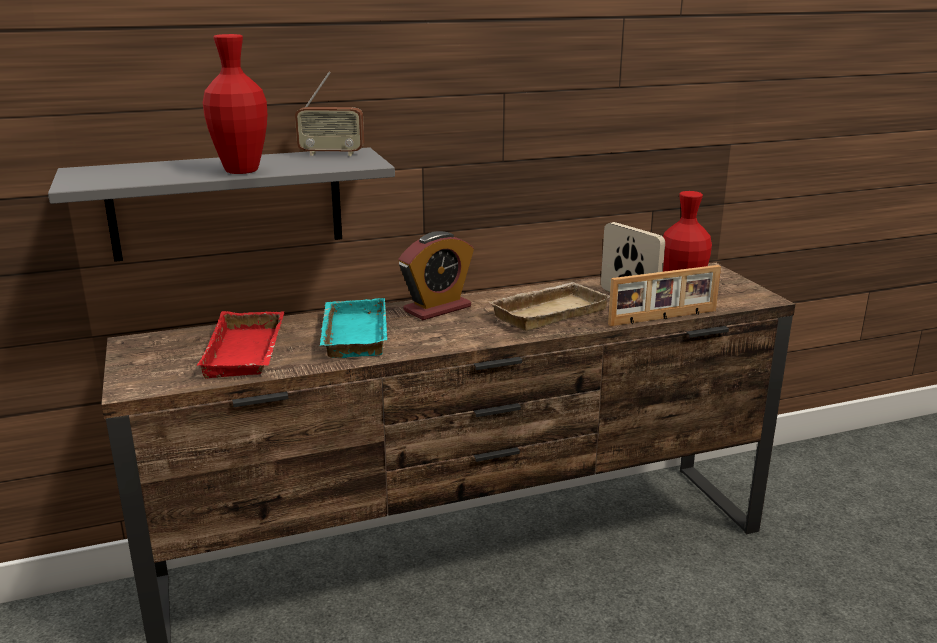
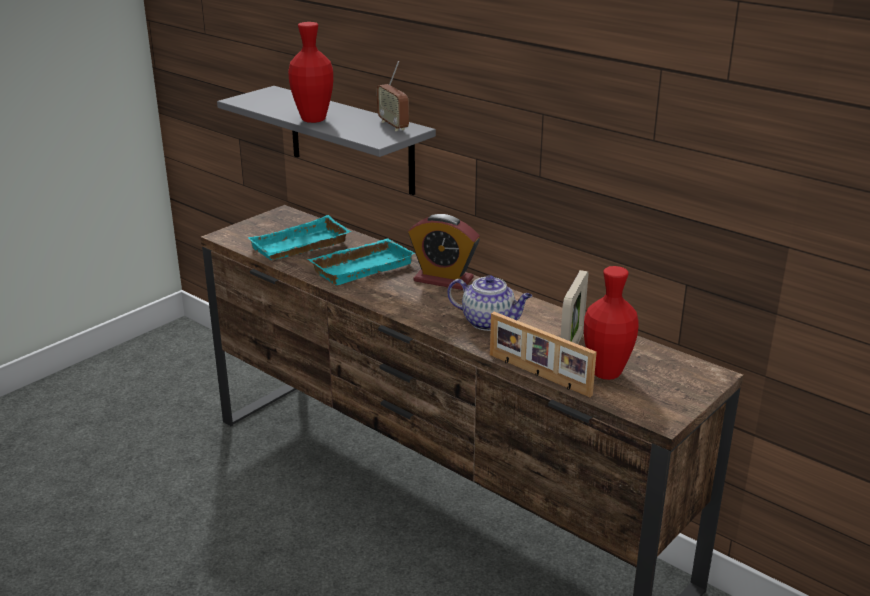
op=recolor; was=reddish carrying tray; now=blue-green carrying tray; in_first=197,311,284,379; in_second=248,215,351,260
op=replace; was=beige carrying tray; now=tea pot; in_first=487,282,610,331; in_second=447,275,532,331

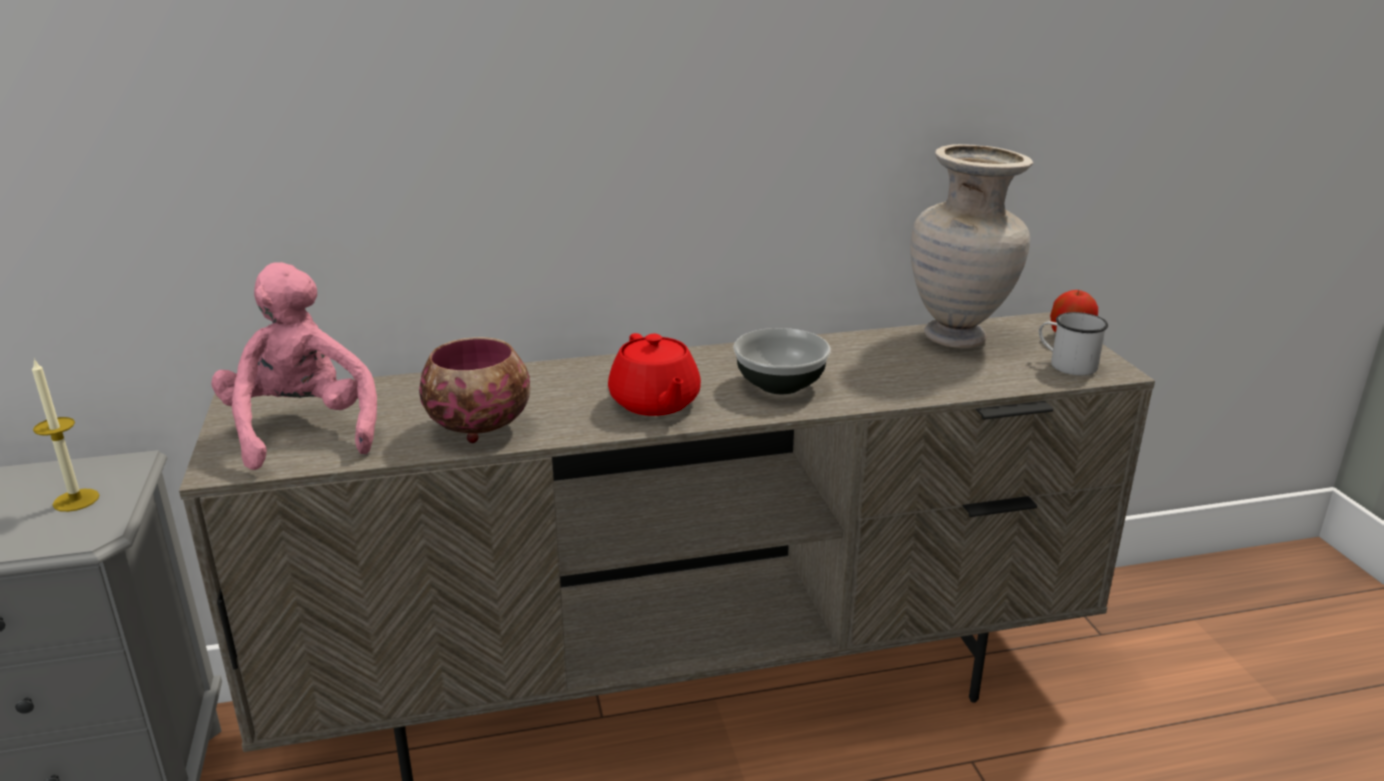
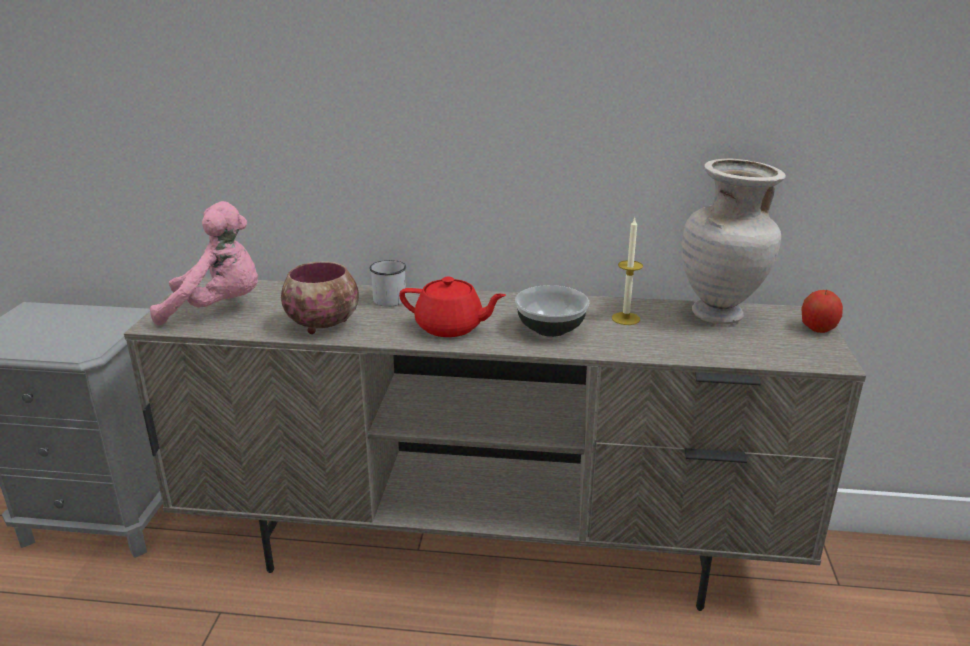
op=rotate; was=pink-coloured cuddly toy; in_first=211,262,377,470; in_second=150,201,258,326; clockwise=90
op=move; was=whitish mug; in_first=1039,312,1108,376; in_second=369,260,406,307
op=rotate; was=reddish tea pot; in_first=608,333,701,416; in_second=399,277,506,337; clockwise=-75
op=move; was=wax candle; in_first=32,358,99,512; in_second=612,218,643,325

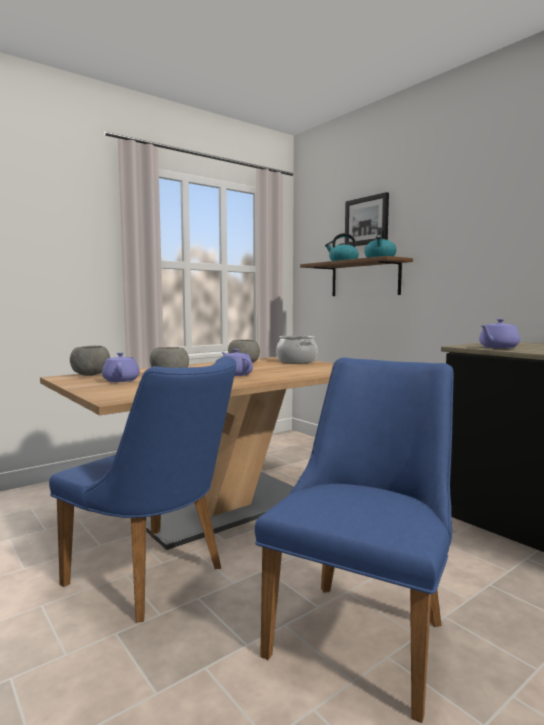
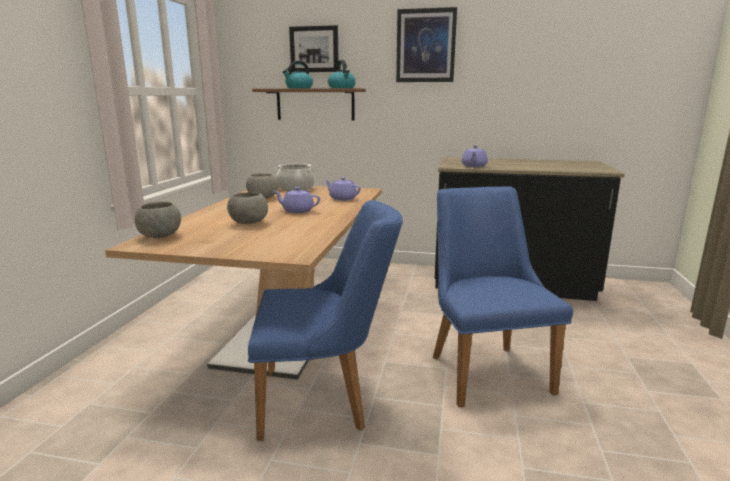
op=move; was=purple tea pot; in_first=102,352,140,382; in_second=325,177,361,201
op=insert; now=picture; in_second=396,7,457,82

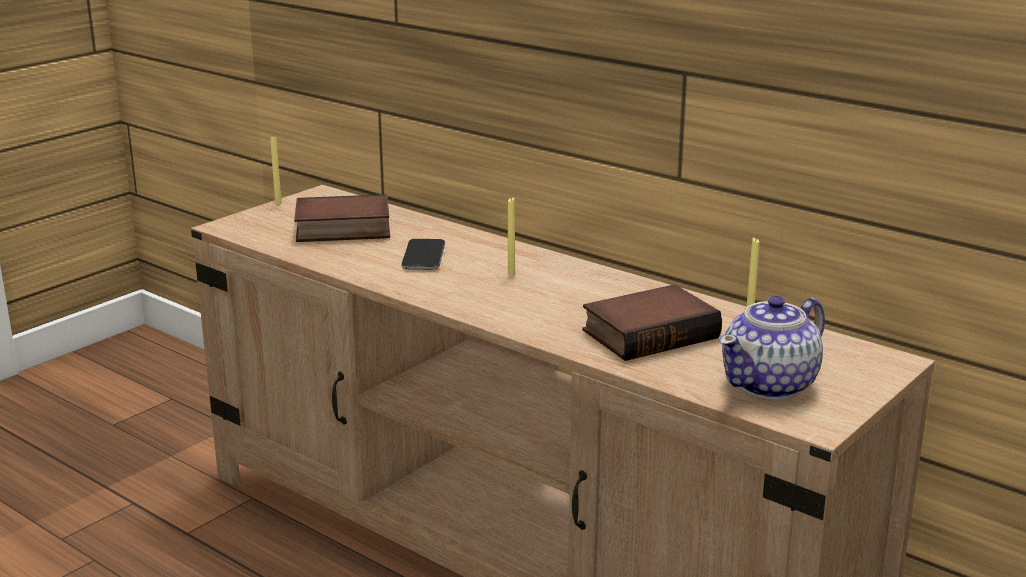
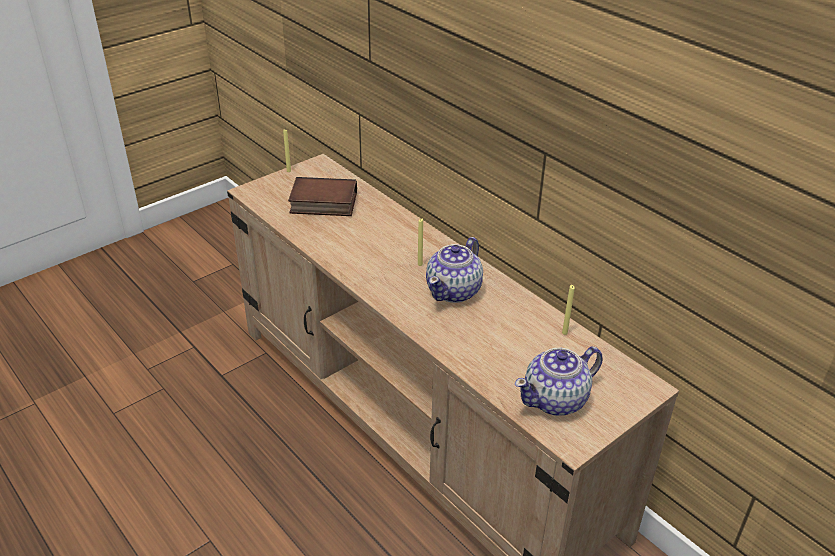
op=insert; now=tea pot; in_second=426,237,483,303
op=delete; was=telephone; in_first=402,239,445,269
op=delete; was=book; in_first=582,284,722,361

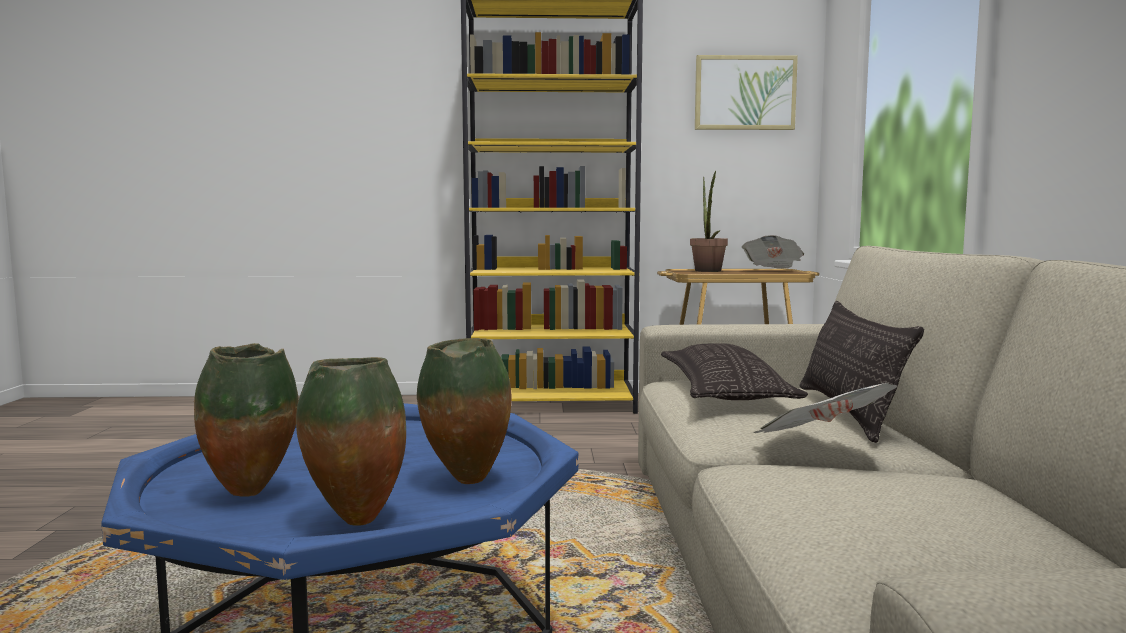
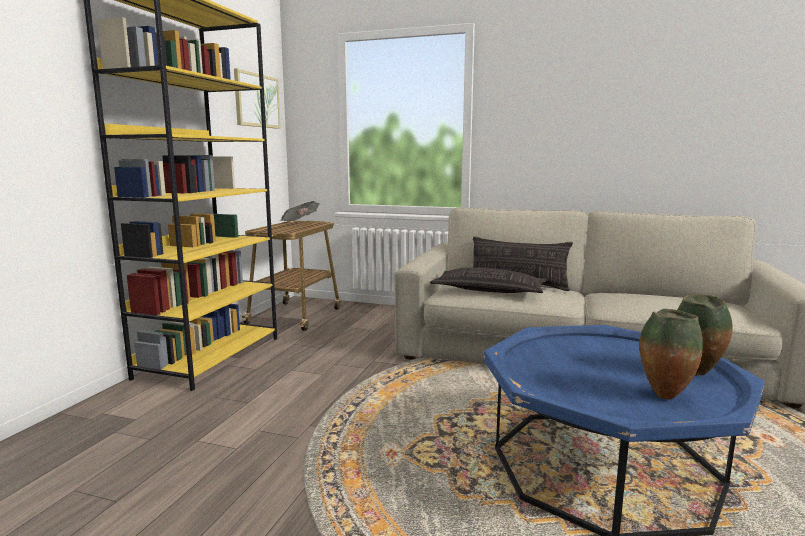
op=delete; was=vase; in_first=417,338,511,484
op=delete; was=houseplant; in_first=690,171,728,272
op=delete; was=daily paper; in_first=753,382,897,433

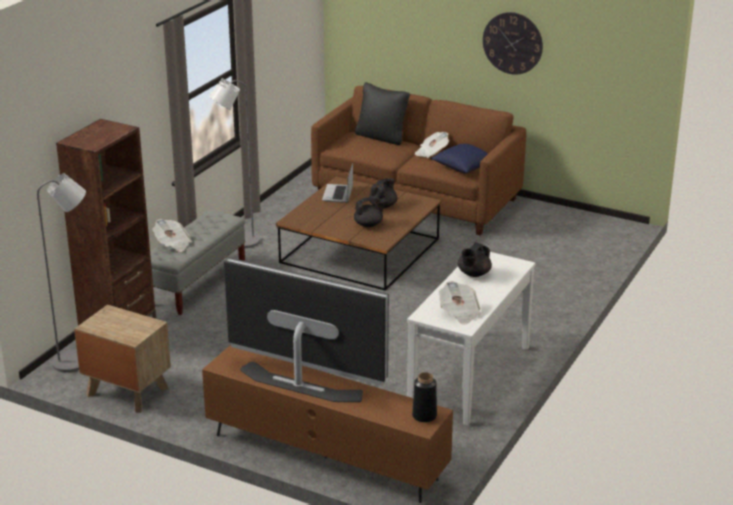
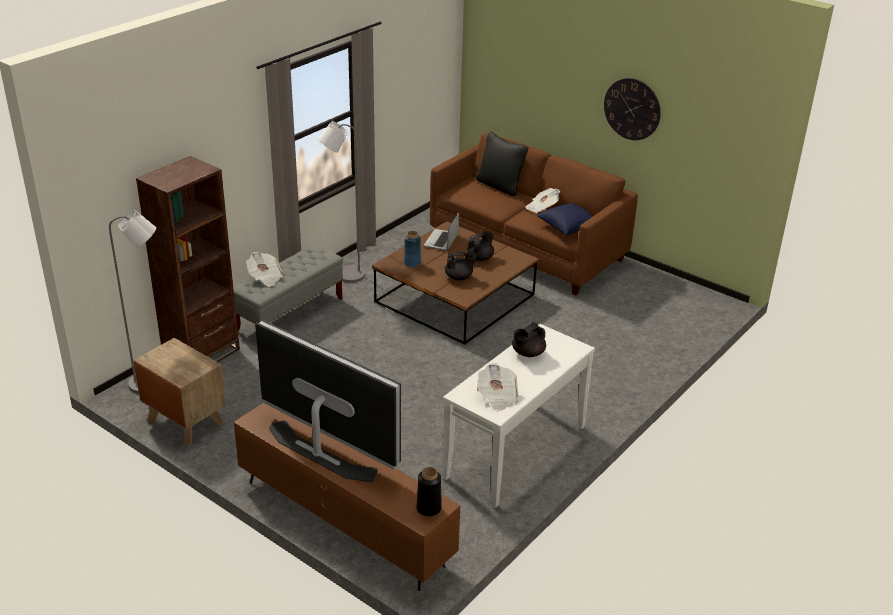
op=insert; now=blue vase; in_second=404,231,421,267

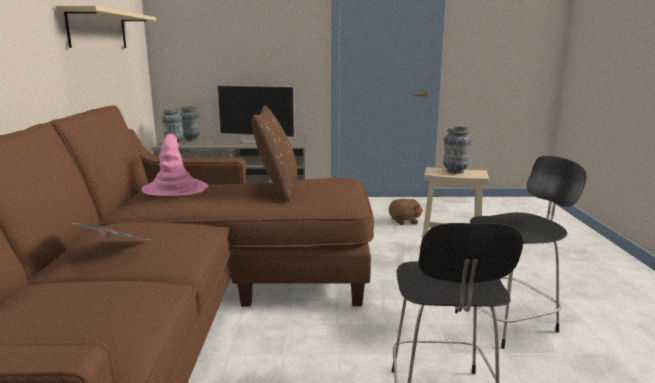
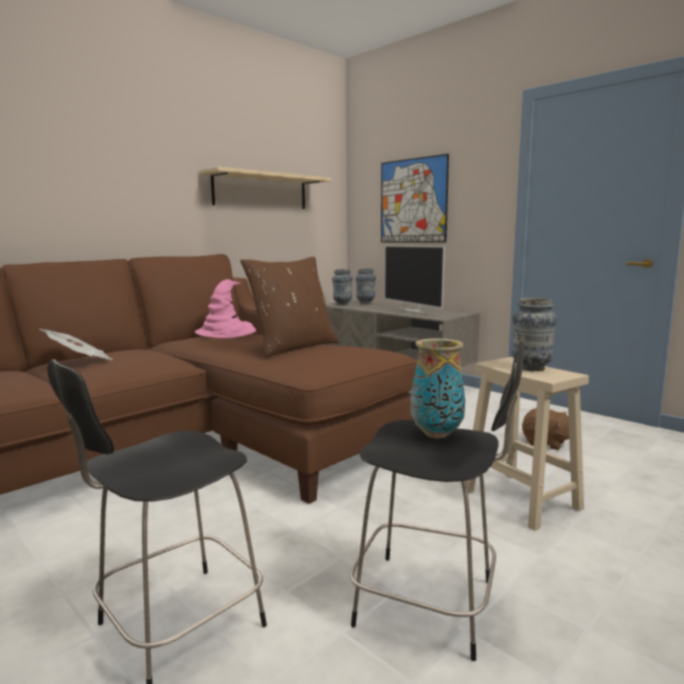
op=insert; now=picture; in_second=381,154,449,243
op=insert; now=vase; in_second=410,338,465,438

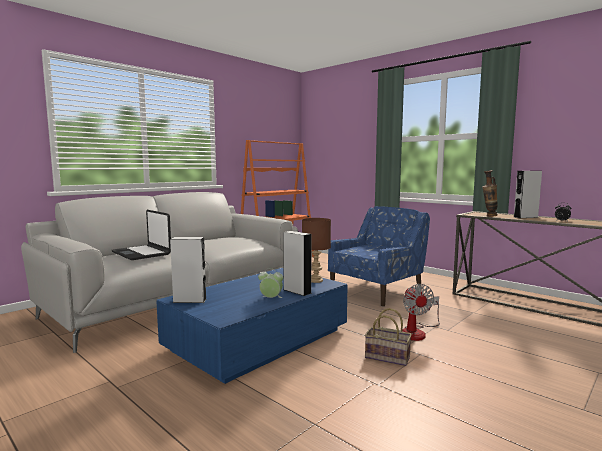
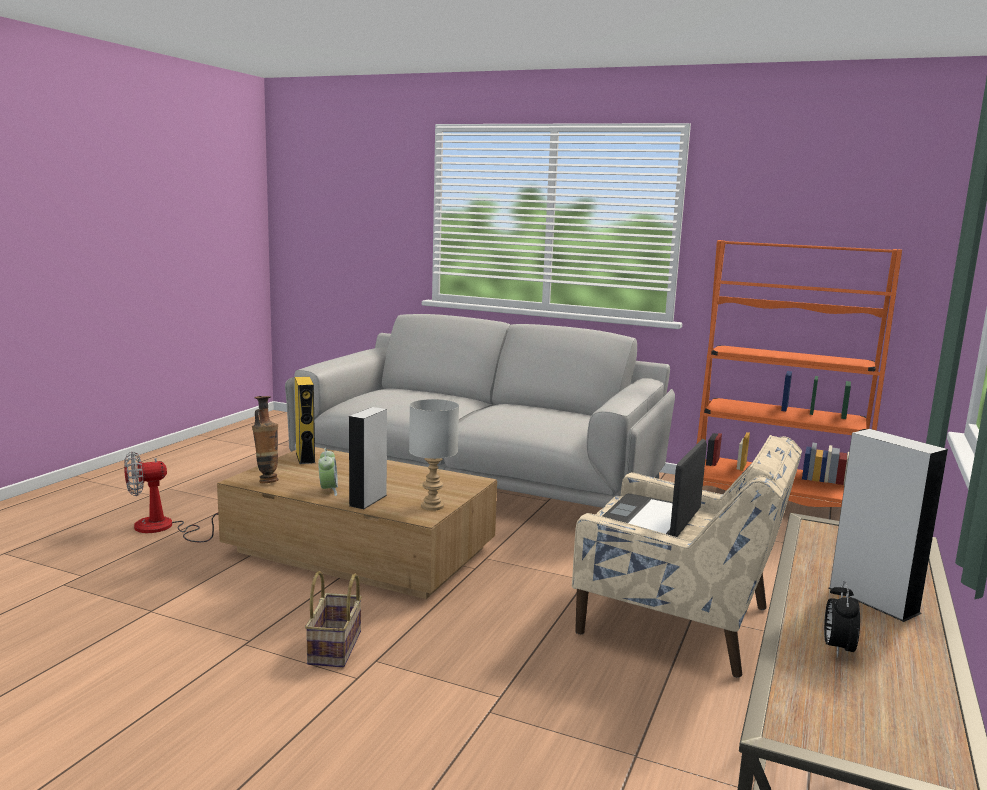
op=move; was=fan; in_first=402,284,440,341; in_second=124,451,218,542
op=recolor; was=blue coffee table; now=brownish coffee table; in_first=156,268,348,384; in_second=217,447,497,599
op=move; was=vase; in_first=482,170,498,217; in_second=252,396,278,483
op=recolor; was=gray audio speaker; now=yellow-coloured audio speaker; in_first=170,237,207,303; in_second=295,377,315,464
op=recolor; was=brownish lamp for a table; now=gray lamp for a table; in_first=302,218,331,283; in_second=409,399,459,511
op=recolor; was=blue lounge chair; now=beige lounge chair; in_first=328,206,430,307; in_second=572,435,802,678
op=move; was=notebook computer; in_first=112,210,171,260; in_second=602,439,707,537

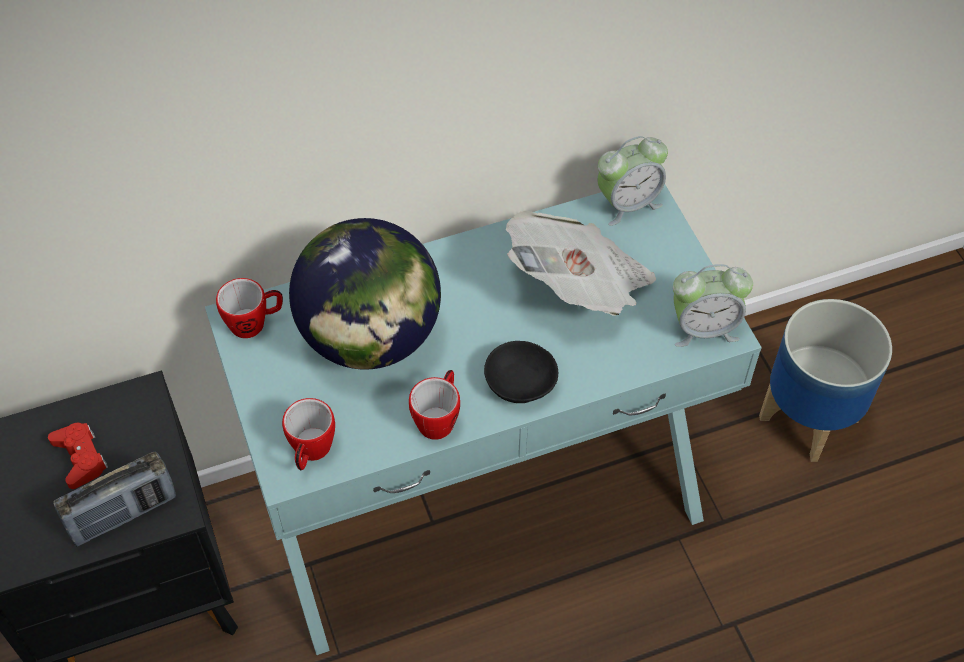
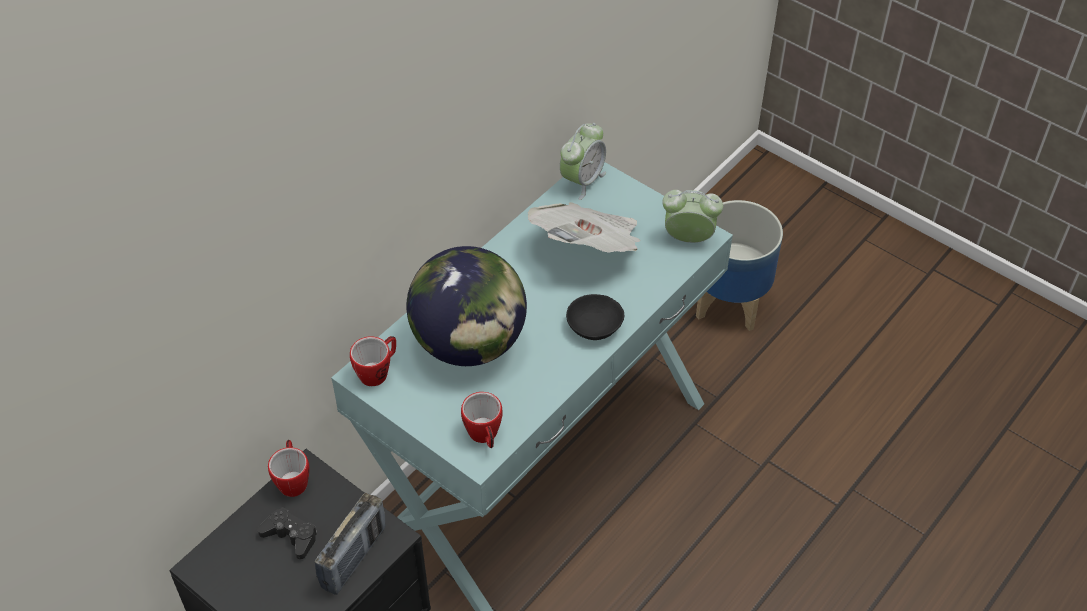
op=recolor; was=reddish gamepad; now=black-coloured gamepad; in_first=48,423,108,489; in_second=257,507,317,559
op=move; was=mug; in_first=409,370,460,440; in_second=268,440,309,497
op=rotate; was=bedside clock; in_first=673,264,753,347; in_second=662,190,723,243; clockwise=-135

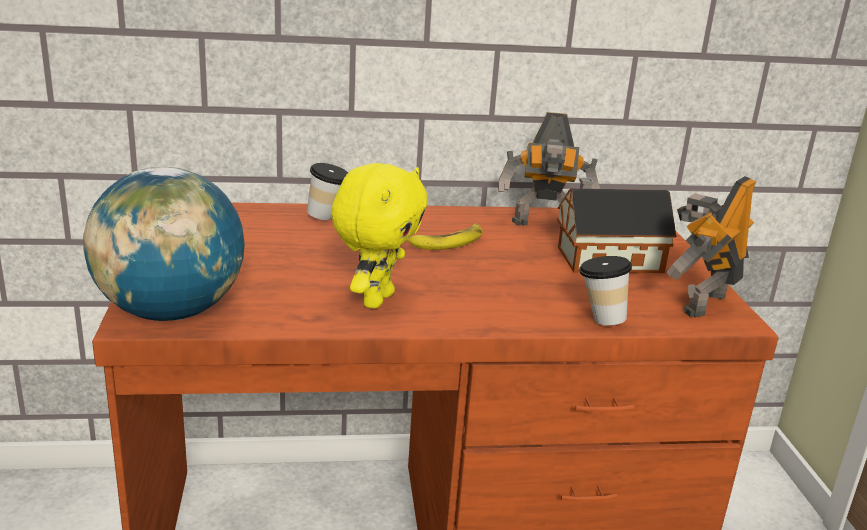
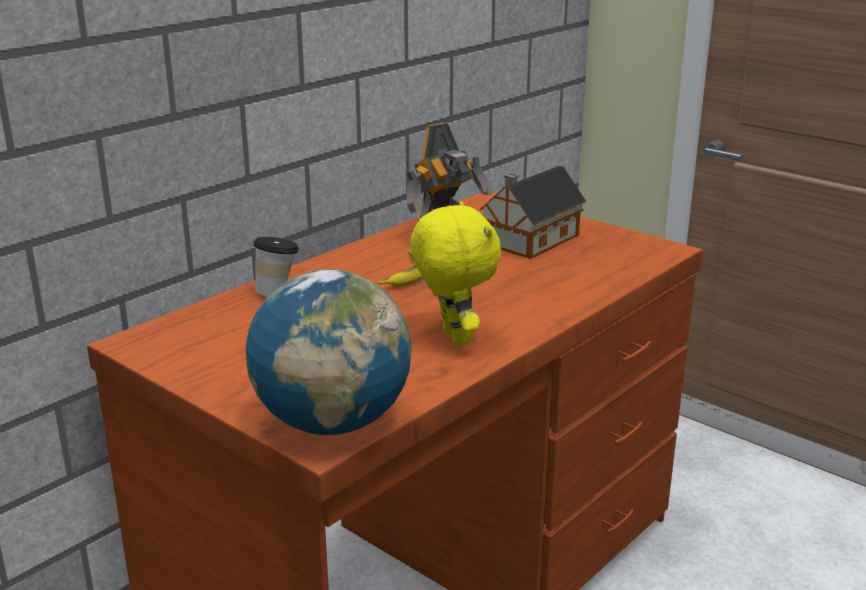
op=delete; was=cup; in_first=579,256,632,326
op=delete; was=model robot; in_first=666,176,756,317

